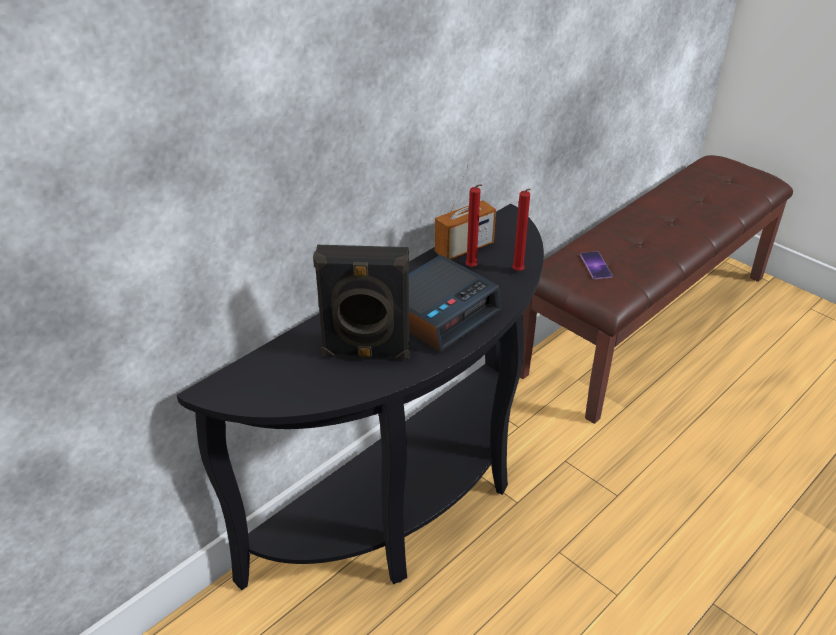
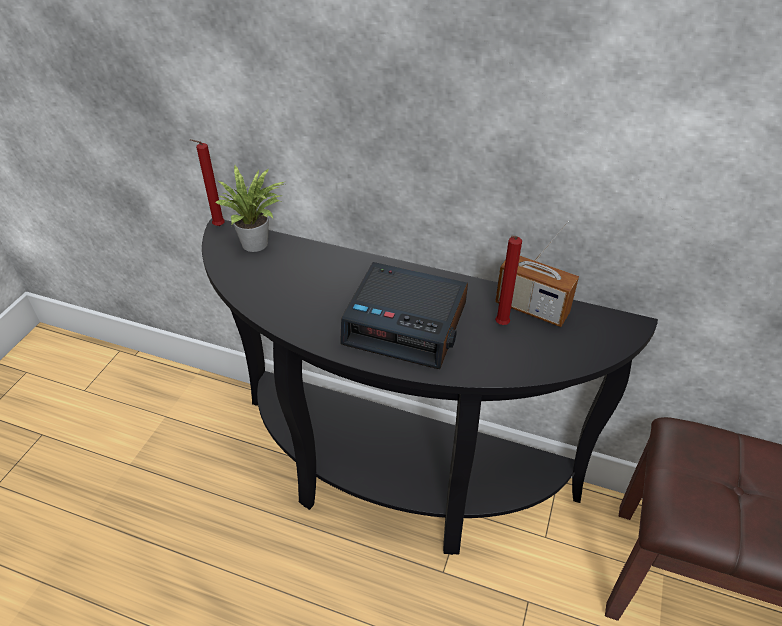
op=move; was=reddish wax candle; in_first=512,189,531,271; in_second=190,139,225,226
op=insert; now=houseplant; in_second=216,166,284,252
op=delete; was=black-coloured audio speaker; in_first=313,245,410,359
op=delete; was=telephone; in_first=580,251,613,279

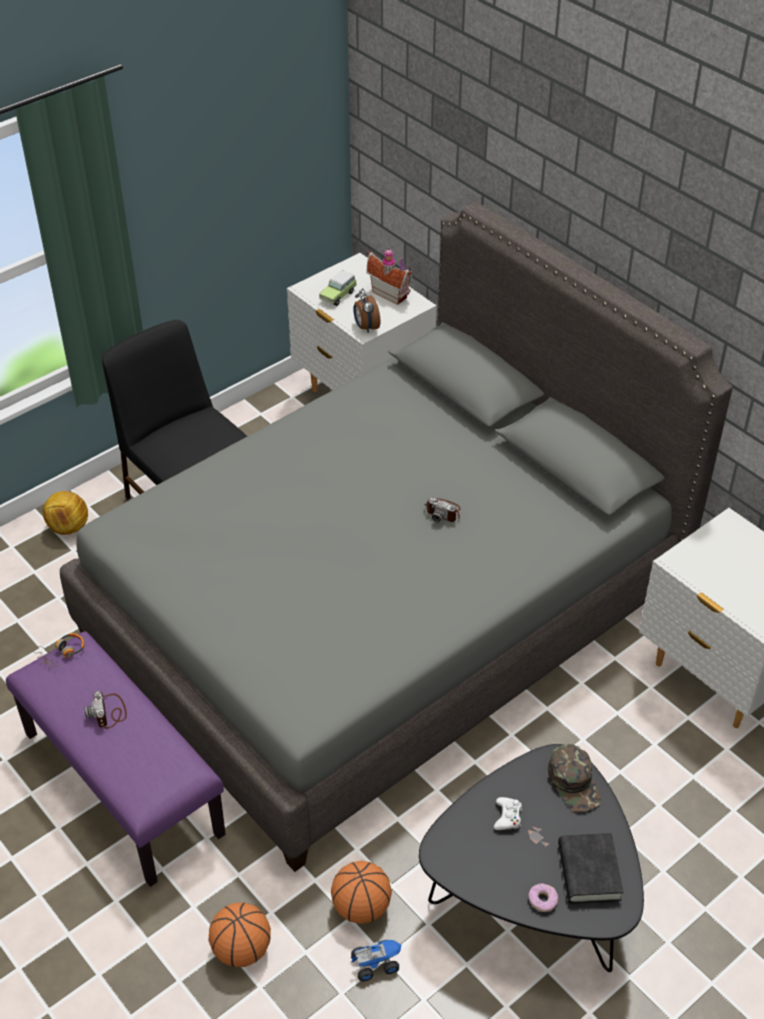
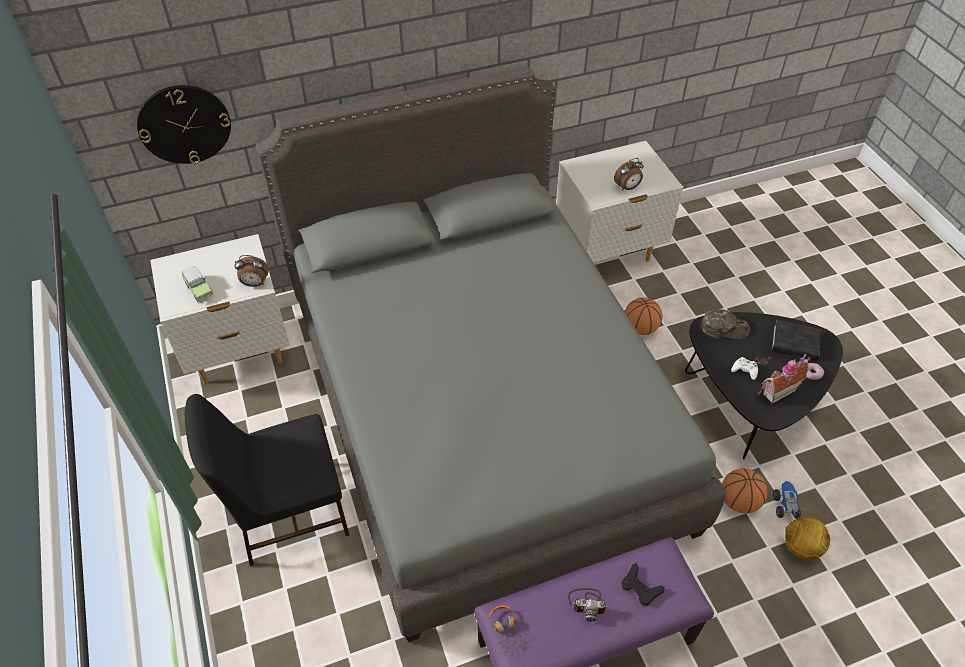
op=insert; now=hanging clock; in_second=137,85,231,164
op=insert; now=bedside clock; in_second=614,158,644,191
op=insert; now=black-coloured gamepad; in_second=621,563,665,606
op=move; was=basketball ball; in_first=209,903,271,967; in_second=625,297,663,335
op=move; was=model house; in_first=367,247,412,305; in_second=757,354,811,404
op=move; was=football ball; in_first=42,491,88,535; in_second=785,517,830,560
op=delete; was=photo camera; in_first=424,497,461,522

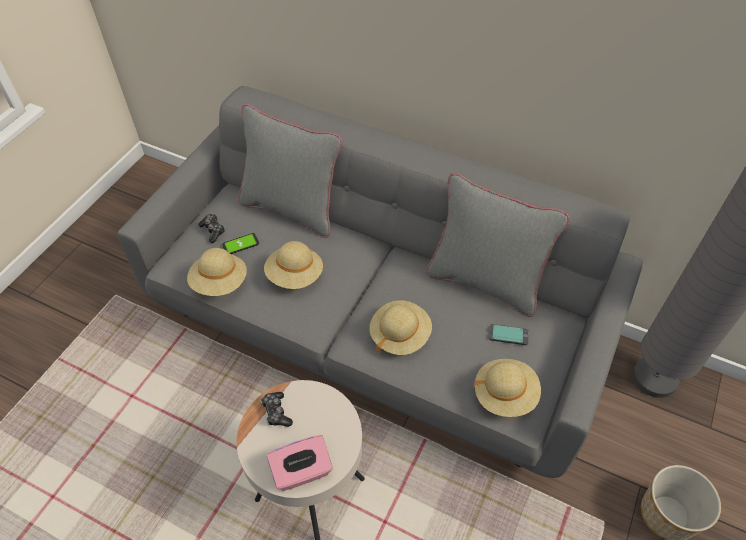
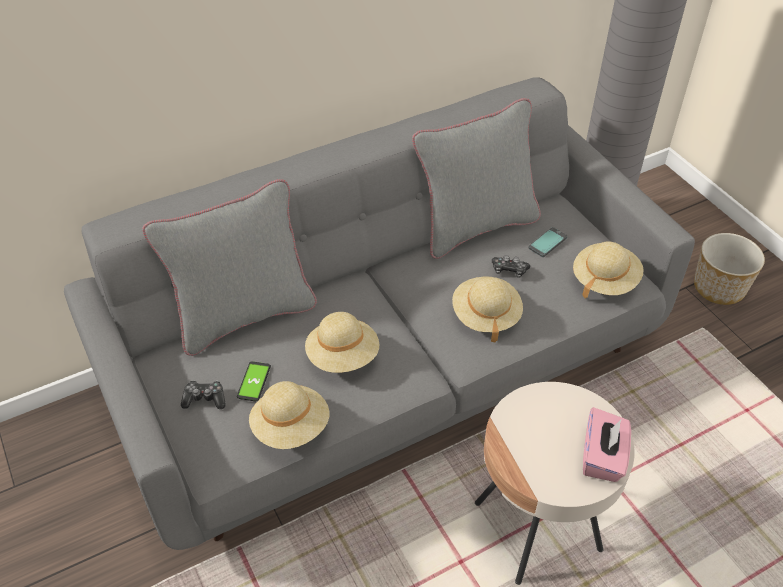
op=move; was=gamepad; in_first=261,392,293,427; in_second=492,255,530,278

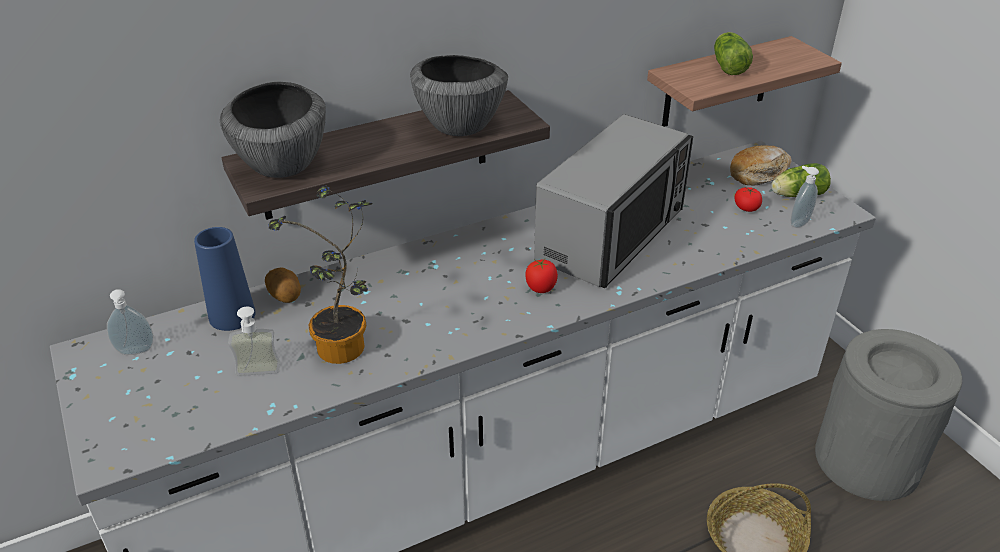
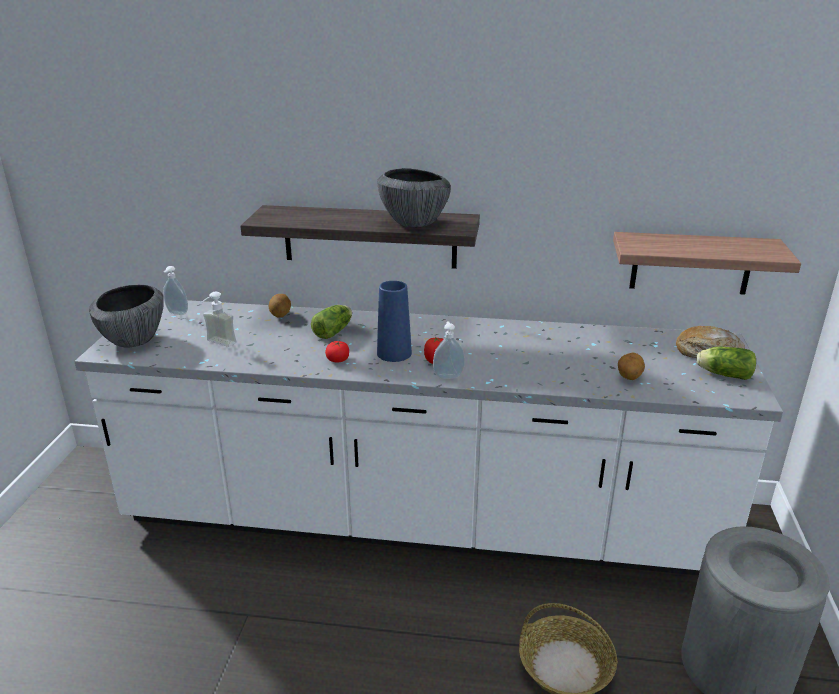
op=move; was=deep dish; in_first=220,82,326,178; in_second=89,285,163,347
op=move; was=head of lettuce; in_first=714,32,753,75; in_second=311,305,352,339
op=move; was=whole tomato; in_first=734,187,762,212; in_second=325,341,349,362
op=move; was=blue vase; in_first=194,227,256,331; in_second=377,281,412,362
op=move; was=liquid soap bottle; in_first=791,166,819,228; in_second=433,322,465,379
op=insert; now=whole potato; in_second=618,353,645,380
op=delete; was=houseplant; in_first=269,185,373,364
op=delete; was=kitchen microwave; in_first=534,114,693,288

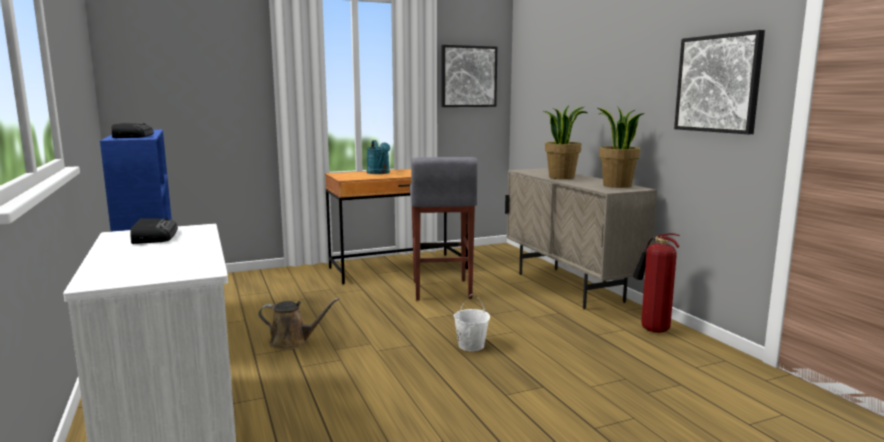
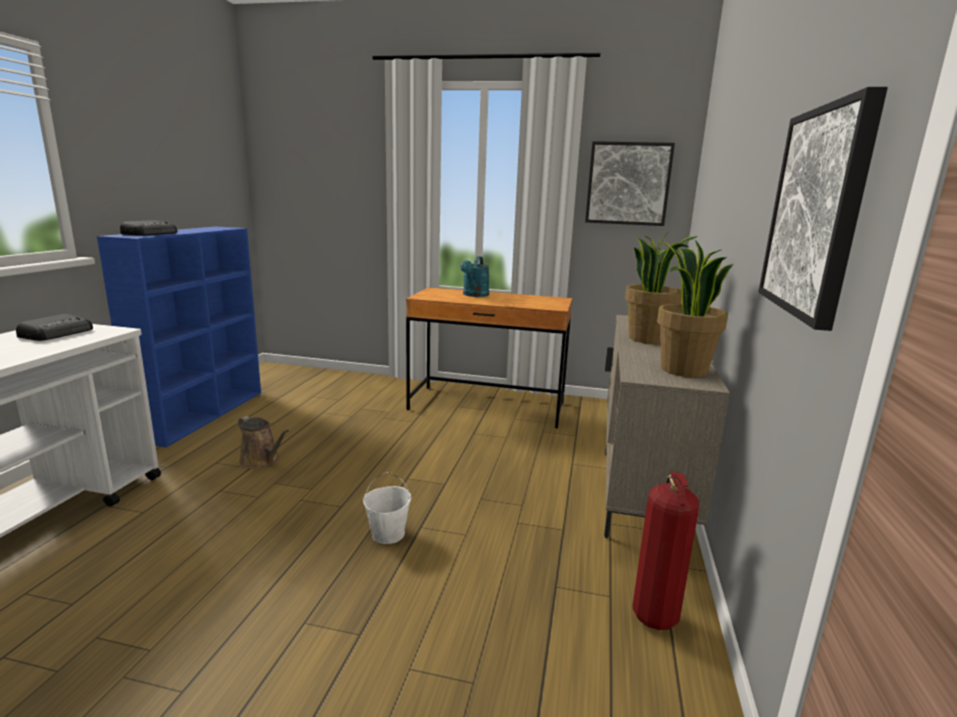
op=delete; was=gray sitting stool; in_first=410,157,478,301

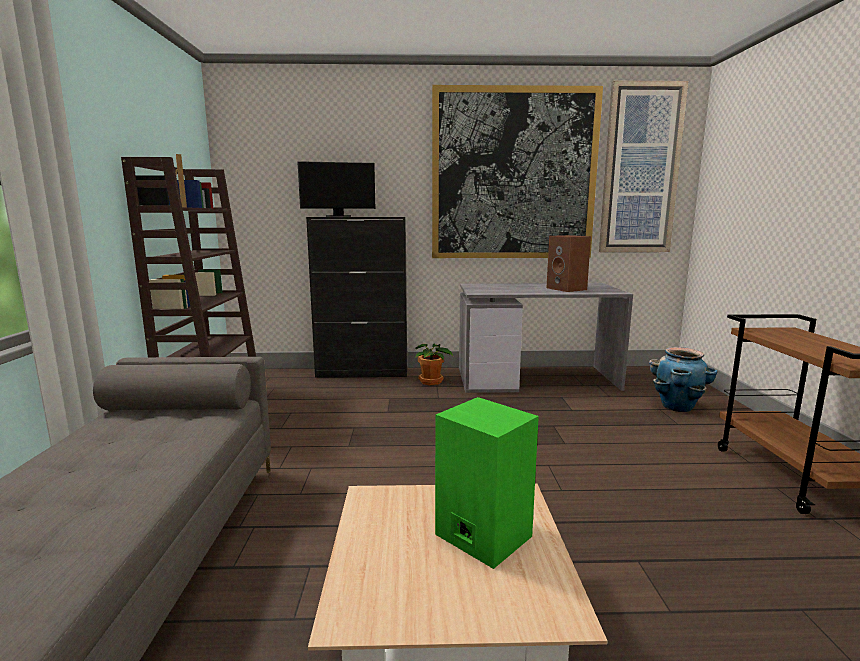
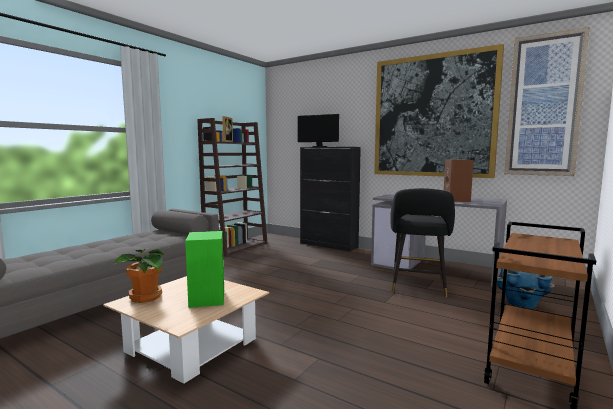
op=move; was=houseplant; in_first=415,344,454,385; in_second=114,247,164,303
op=insert; now=black-coloured sitting stool; in_second=390,188,455,298

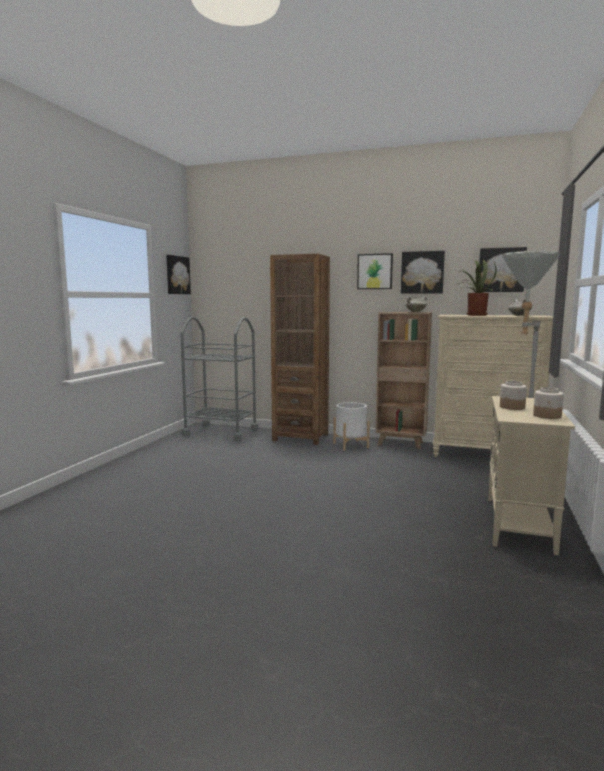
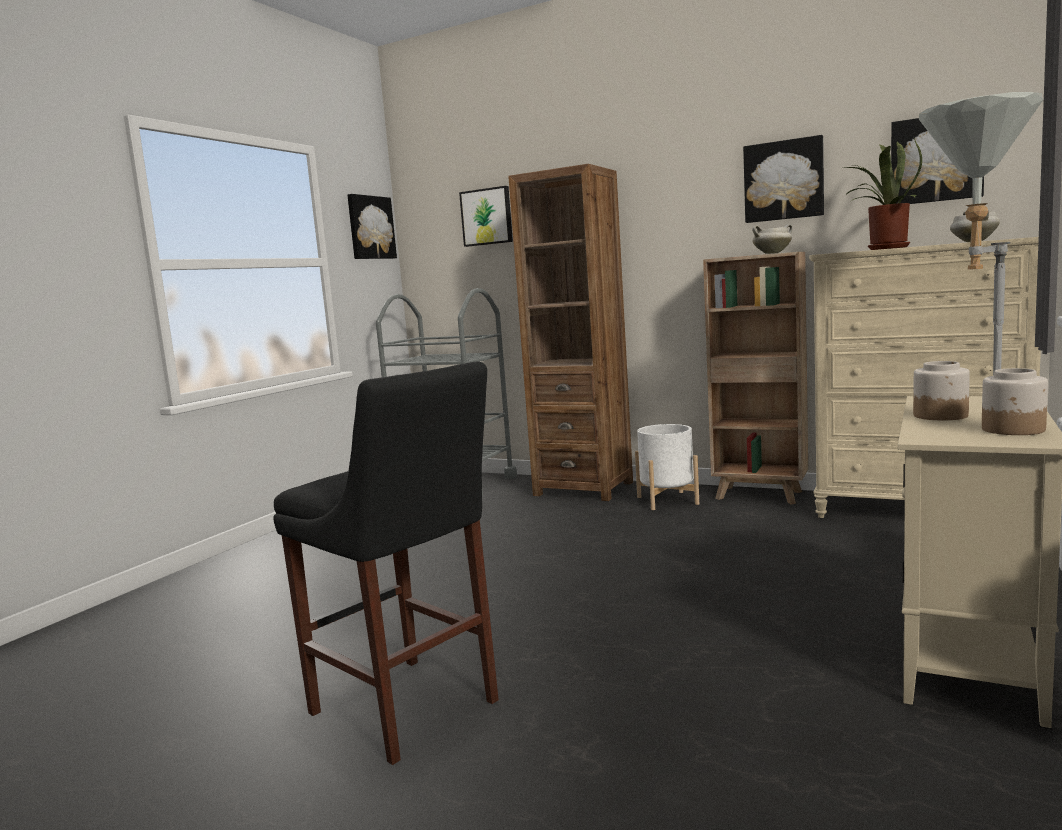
op=insert; now=black-coloured sitting stool; in_second=273,362,499,765
op=move; was=picture; in_first=357,253,393,289; in_second=459,186,513,247

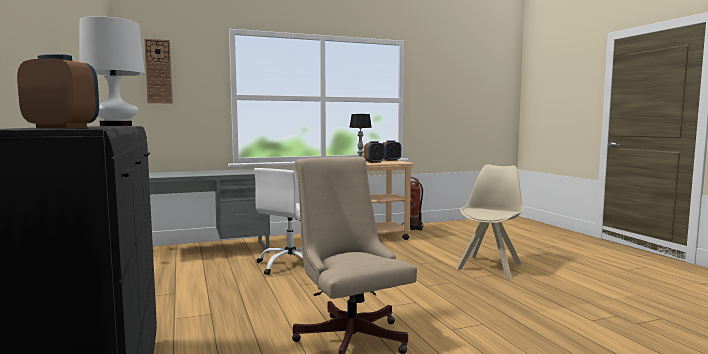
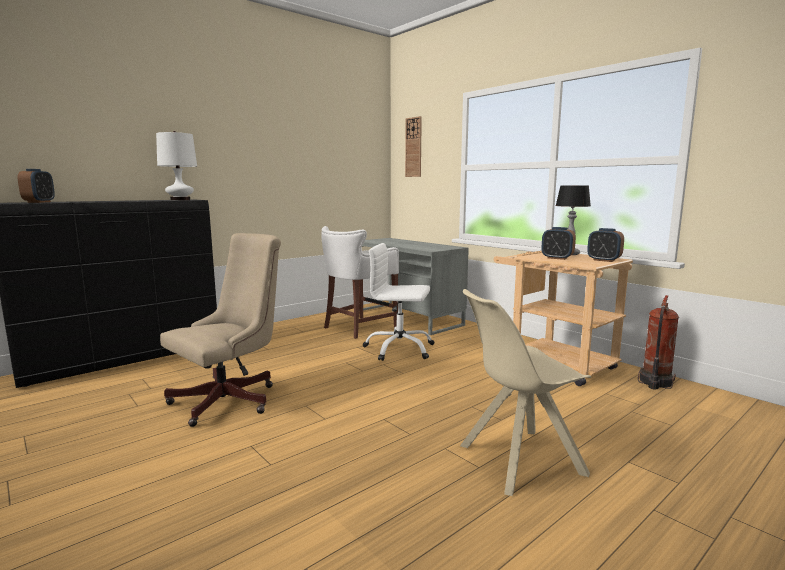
op=insert; now=whitish sitting stool; in_second=321,226,399,339
op=rotate; was=beige plain chair; in_first=456,164,523,278; in_second=460,289,591,496; clockwise=150

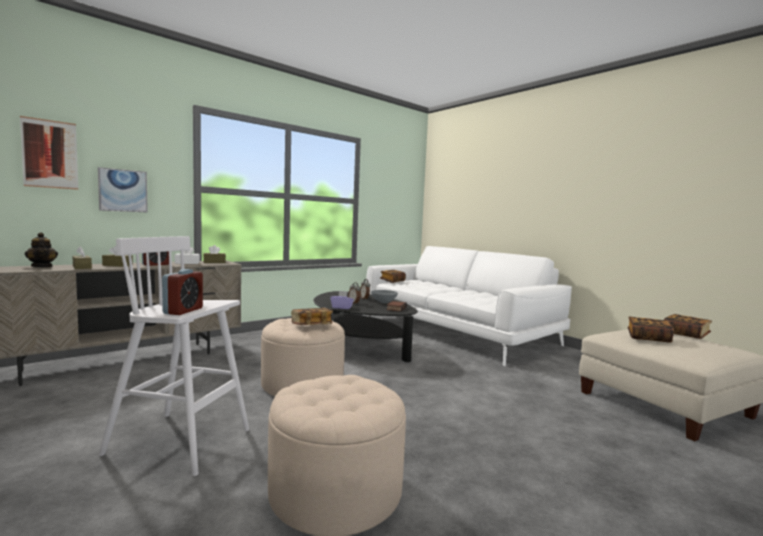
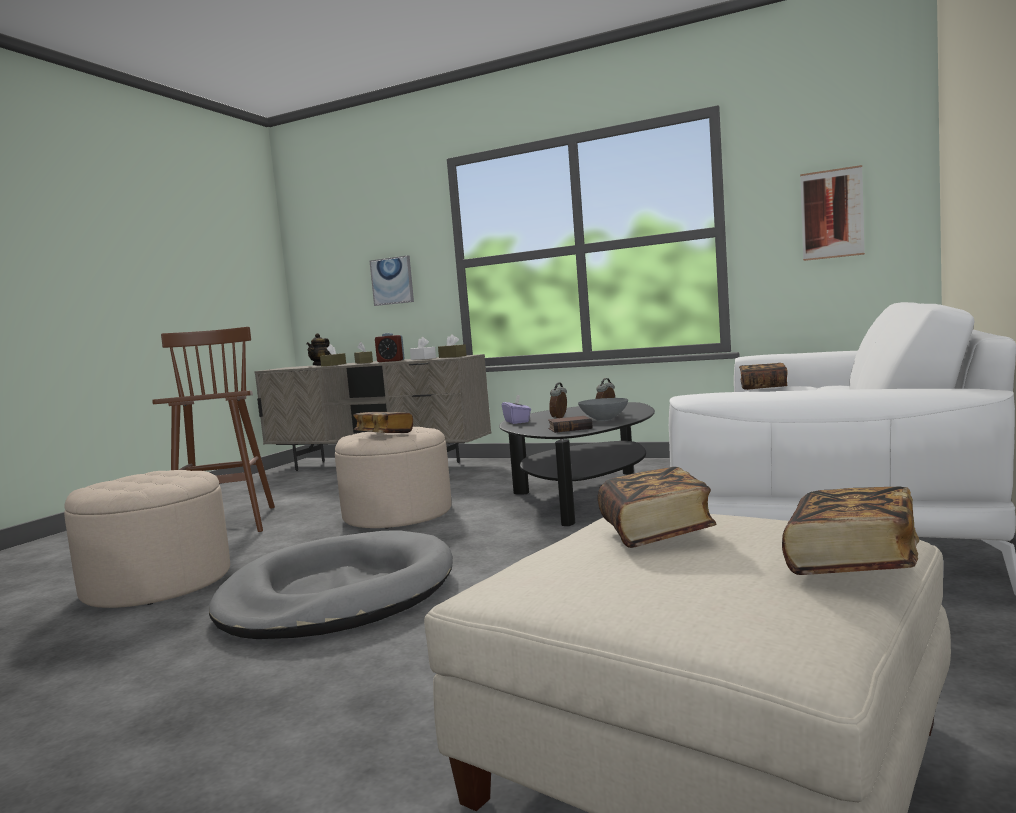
op=recolor; was=whitish sitting stool; now=brownish sitting stool; in_first=98,236,249,476; in_second=152,327,275,532
op=insert; now=gray dog cushion; in_second=209,530,453,639
op=move; was=picture; in_first=20,116,79,190; in_second=800,165,865,261
op=delete; was=bedside clock; in_first=162,269,203,315

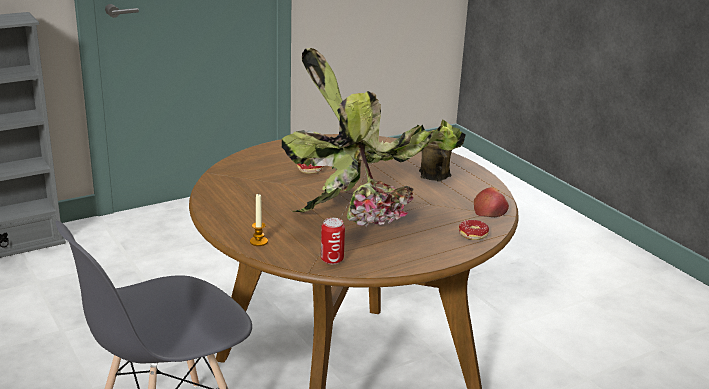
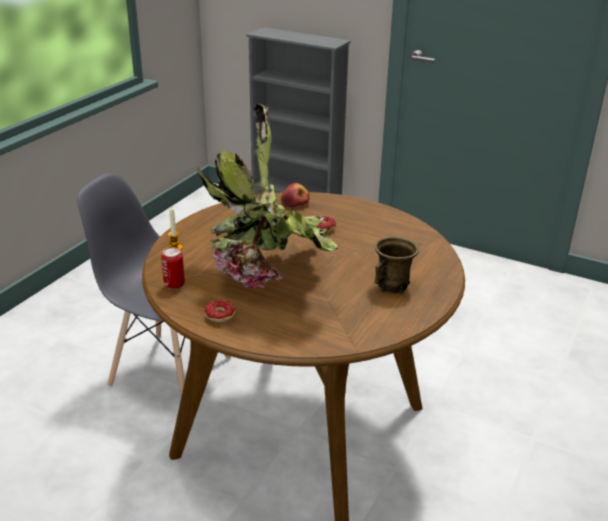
op=move; was=donut; in_first=459,220,489,240; in_second=204,300,235,323
op=move; was=whole apple; in_first=474,187,509,217; in_second=281,183,309,207

